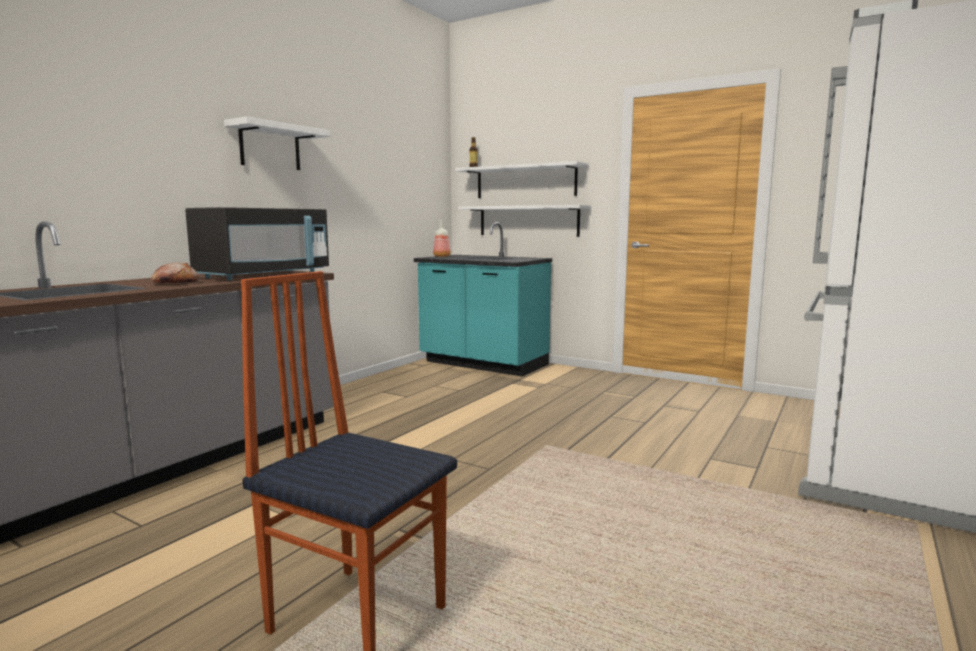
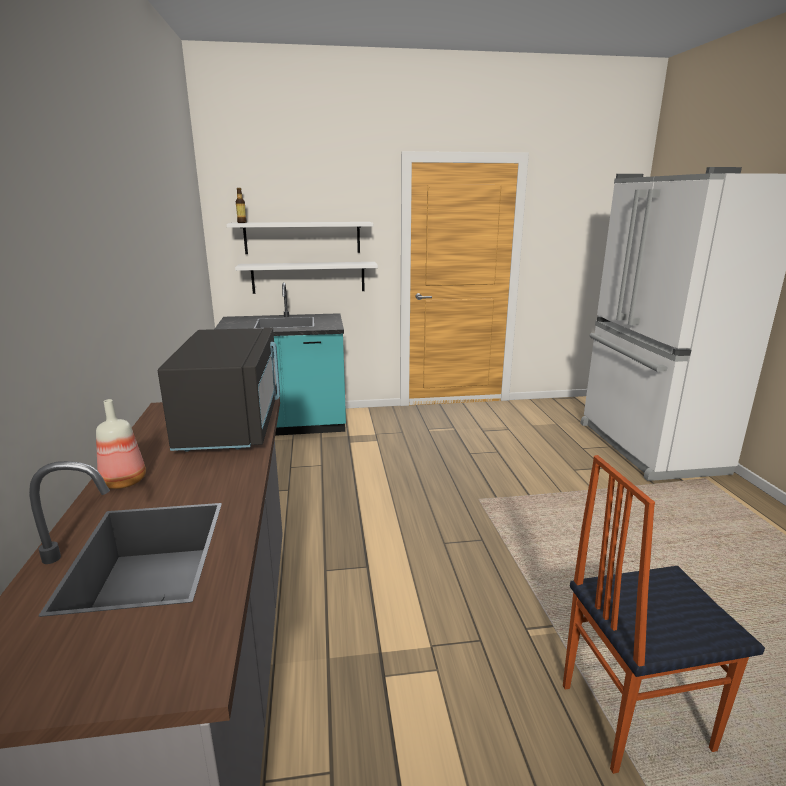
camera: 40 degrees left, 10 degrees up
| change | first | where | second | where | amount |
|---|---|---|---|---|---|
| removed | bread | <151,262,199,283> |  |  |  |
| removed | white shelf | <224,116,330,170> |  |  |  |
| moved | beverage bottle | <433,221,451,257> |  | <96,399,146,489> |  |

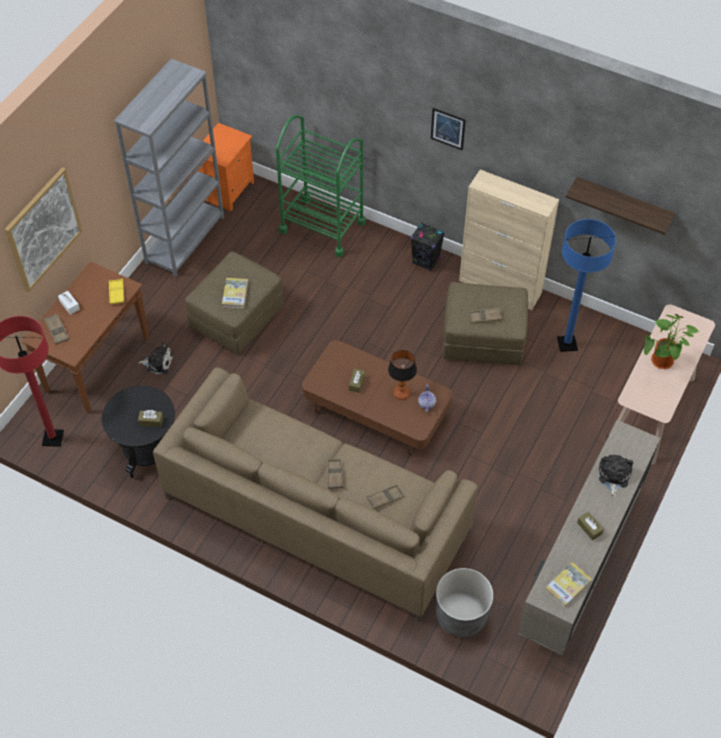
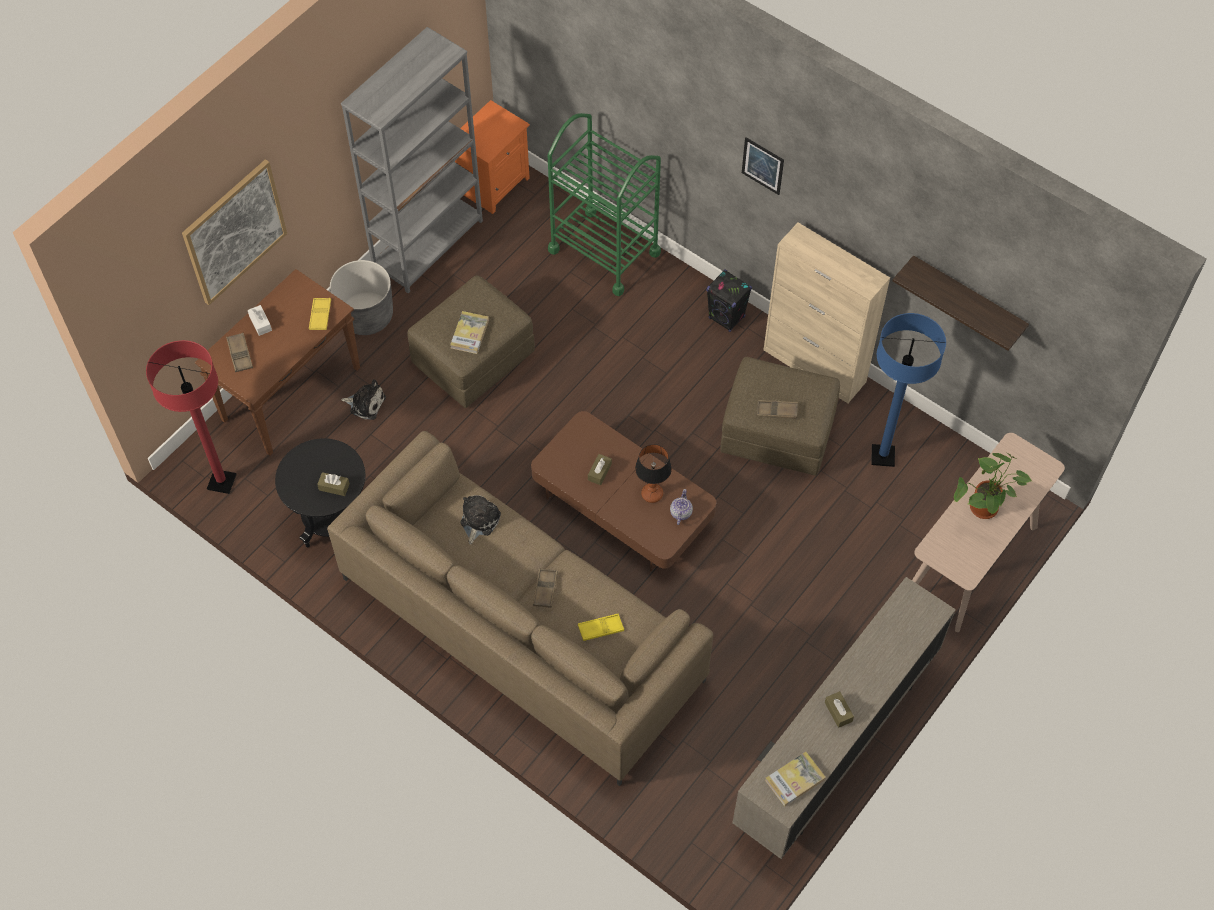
camera: 10 degrees right, 5 degrees up
| change | first | where | second | where | amount |
|---|---|---|---|---|---|
| recoloured | brownish serving tray | <367,484,404,509> | yellow-coloured serving tray | <578,614,624,641> |  |
| moved | grey plant pot | <436,568,493,637> |  | <330,260,393,335> |  |
| moved | plush toy | <599,454,633,497> |  | <460,495,501,545> |  |

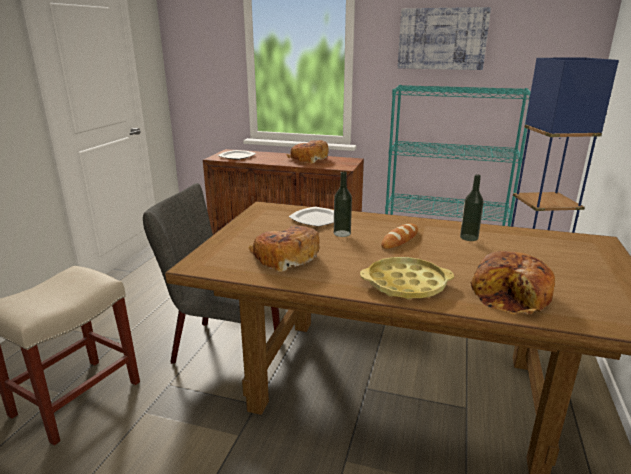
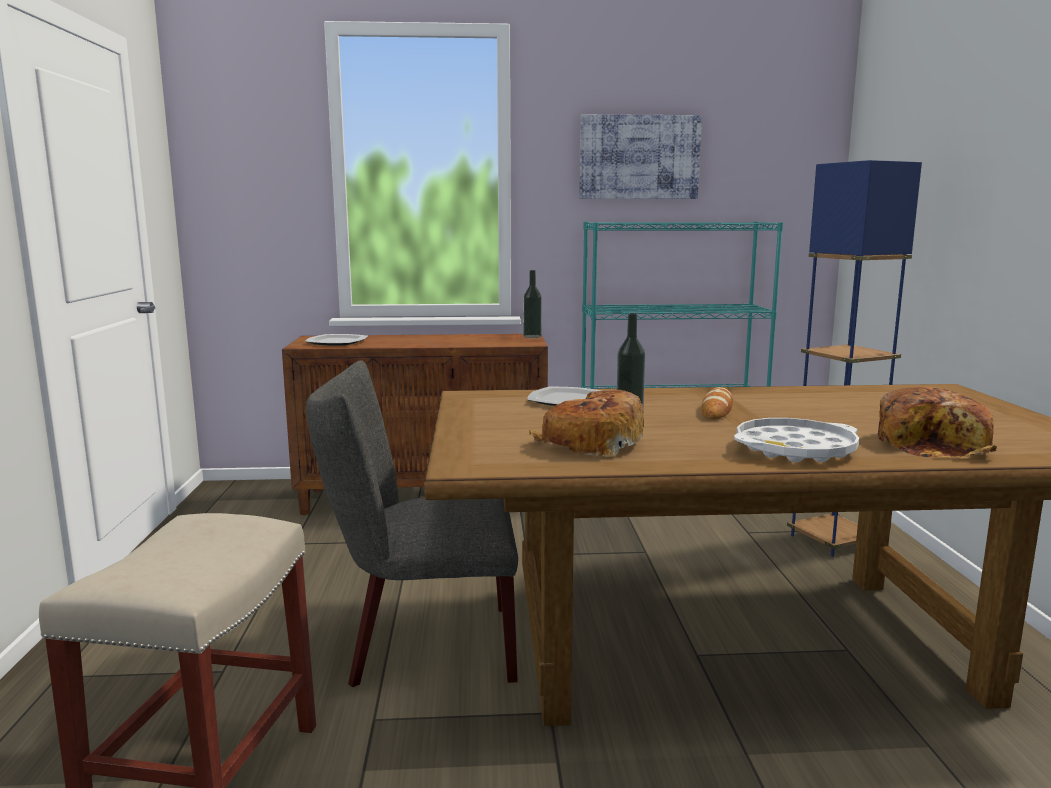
camera: 20 degrees left, 10 degrees down
| change | first | where | second | where | amount |
|---|---|---|---|---|---|
| removed | bread | <287,140,329,163> |  |  |  |
| recoloured | yellow-coloured serving tray | <360,257,454,299> | white serving tray | <734,418,859,463> |  |
| moved | beverage bottle | <460,174,484,241> |  | <523,270,542,338> |  |

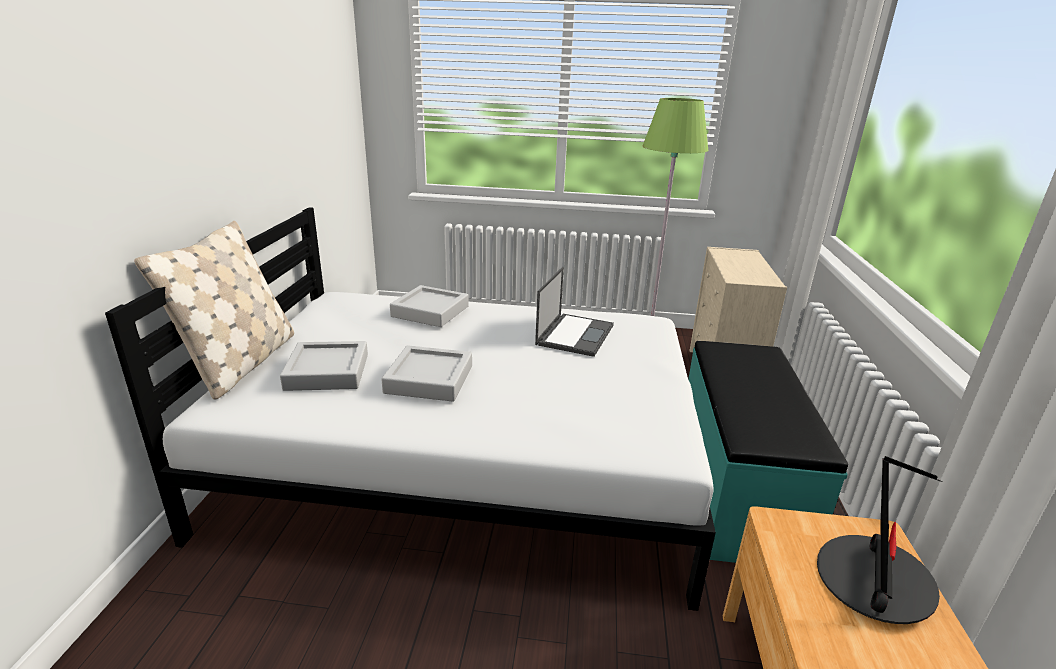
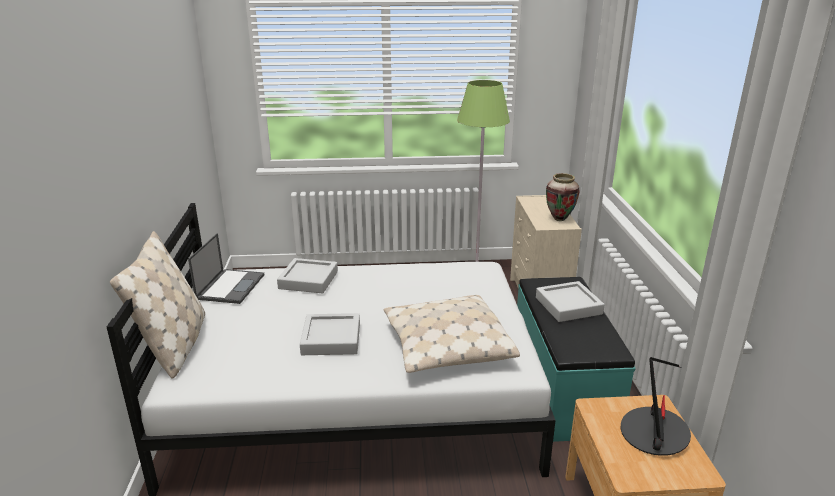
camera: 10 degrees left, 0 degrees up
| change | first | where | second | where | amount |
|---|---|---|---|---|---|
| moved | grey serving tray | <280,341,368,391> |  | <536,281,605,322> |  |
| moved | portable computer | <535,267,614,357> |  | <188,233,264,304> |  |
| added |  |  | beige-coloured cushion | <383,295,520,373> |  |
| added |  |  | flower vase | <546,173,580,221> |  |

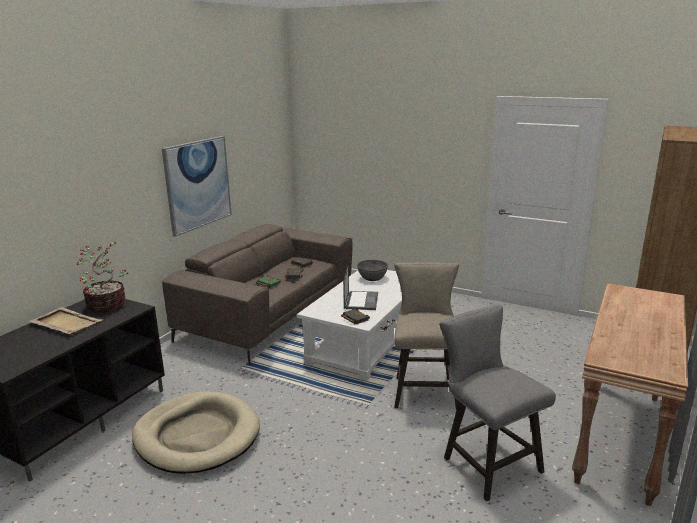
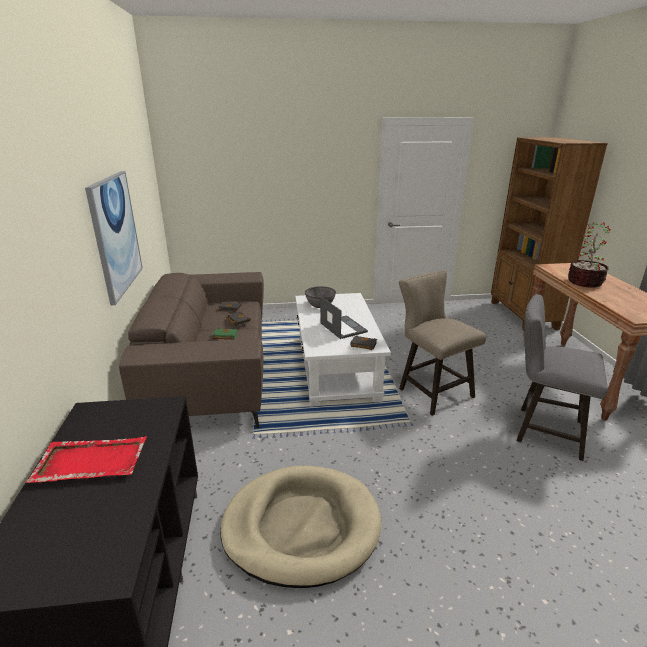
camera: 35 degrees left, 5 degrees up
| change | first | where | second | where | amount |
|---|---|---|---|---|---|
| recoloured | beige-coloured serving tray | <29,307,102,334> | reddish serving tray | <26,436,147,483> |  |
| moved | plant in a pot | <75,242,128,313> |  | <568,222,611,287> |  |

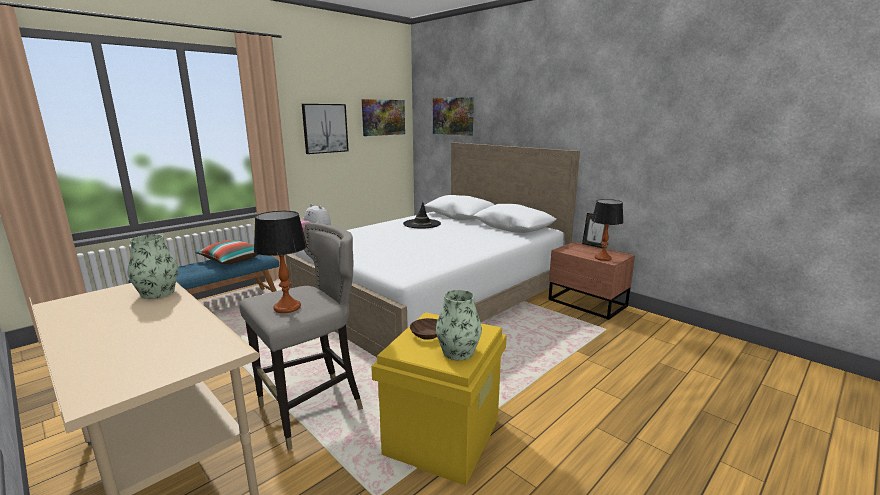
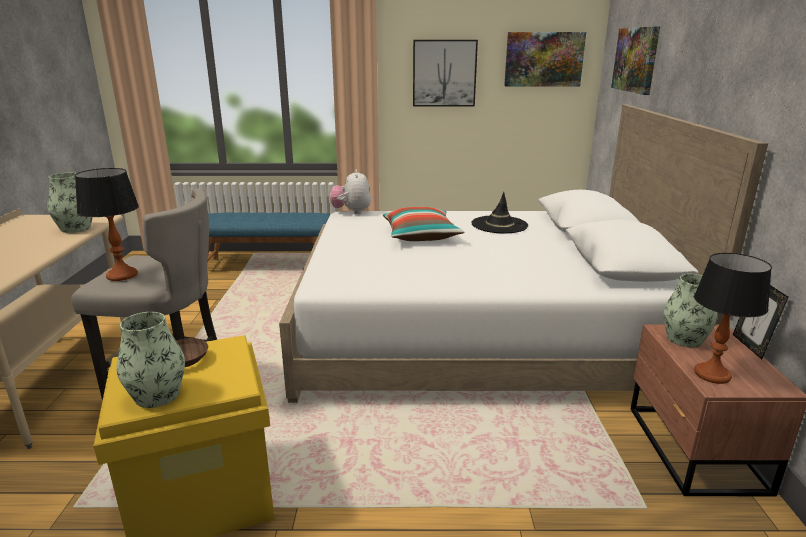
camera: 45 degrees right, 5 degrees up
| change | first | where | second | where | amount |
|---|---|---|---|---|---|
| moved | cushion | <195,240,259,264> |  | <383,207,464,241> |  |
| added |  |  | flower vase | <663,274,717,348> |  |

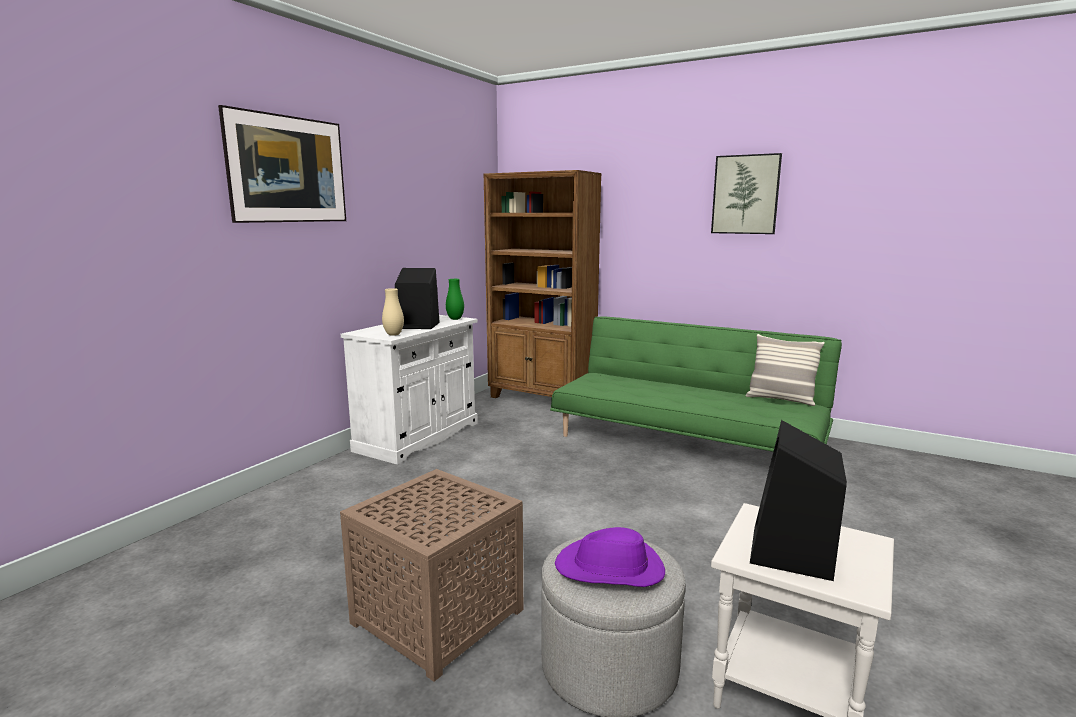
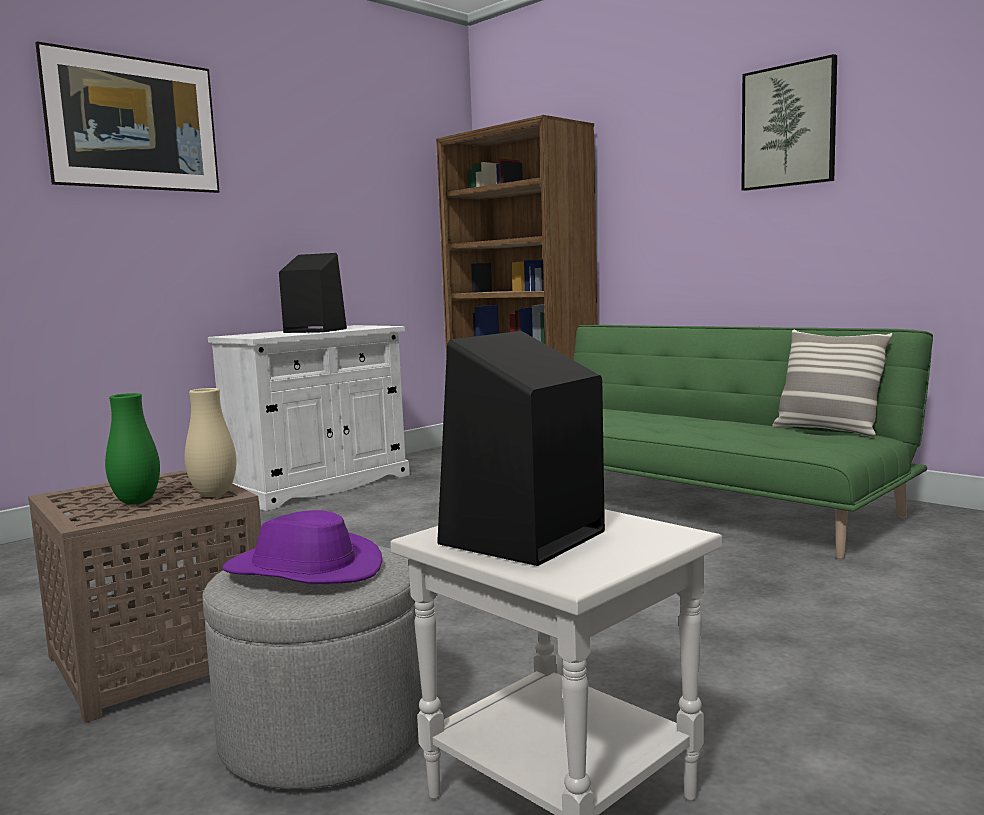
camera: 15 degrees right, 5 degrees down
| change | first | where | second | where | amount |
|---|---|---|---|---|---|
| moved | beige-coloured flower vase | <382,288,404,336> |  | <185,388,237,497> |  |
| moved | green flower vase | <446,279,464,320> |  | <105,393,160,504> |  |

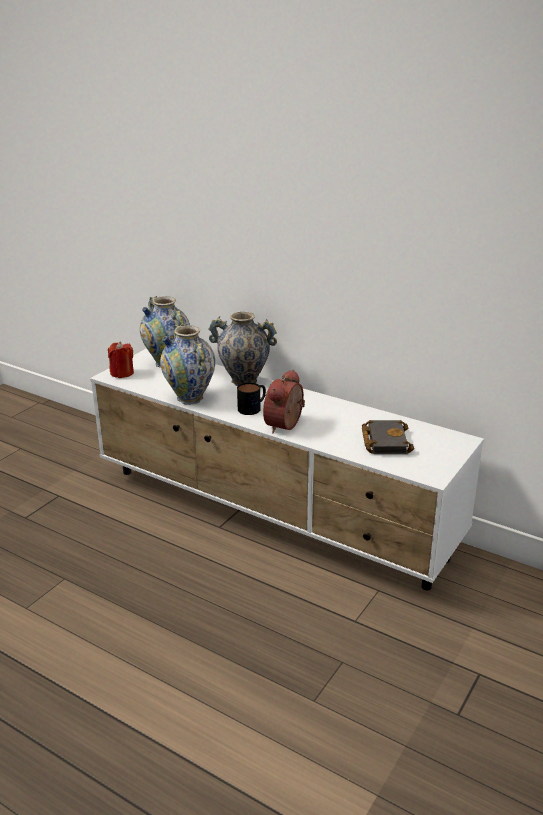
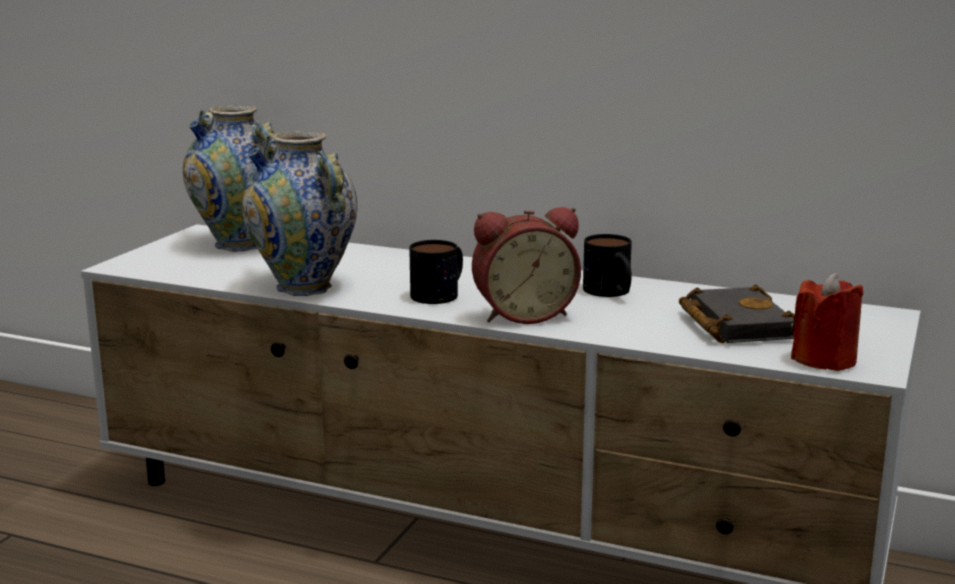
camera: 10 degrees left, 10 degrees down
| change | first | where | second | where | amount |
|---|---|---|---|---|---|
| moved | reddish candle | <108,341,134,378> |  | <791,273,863,371> |  |
| removed | flower vase | <208,311,277,386> |  |  |  |
| turned | alarm clock | <263,369,305,433> |  | <472,207,581,324> | 120 degrees counterclockwise |
| added |  |  | mug | <583,234,632,297> |  |

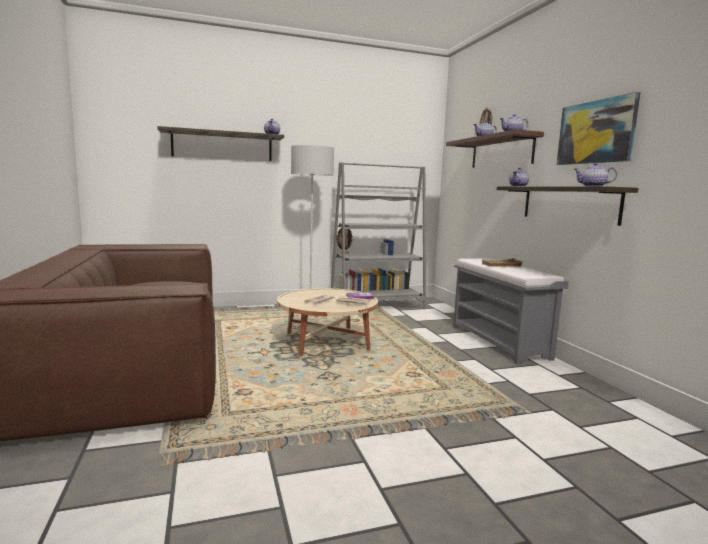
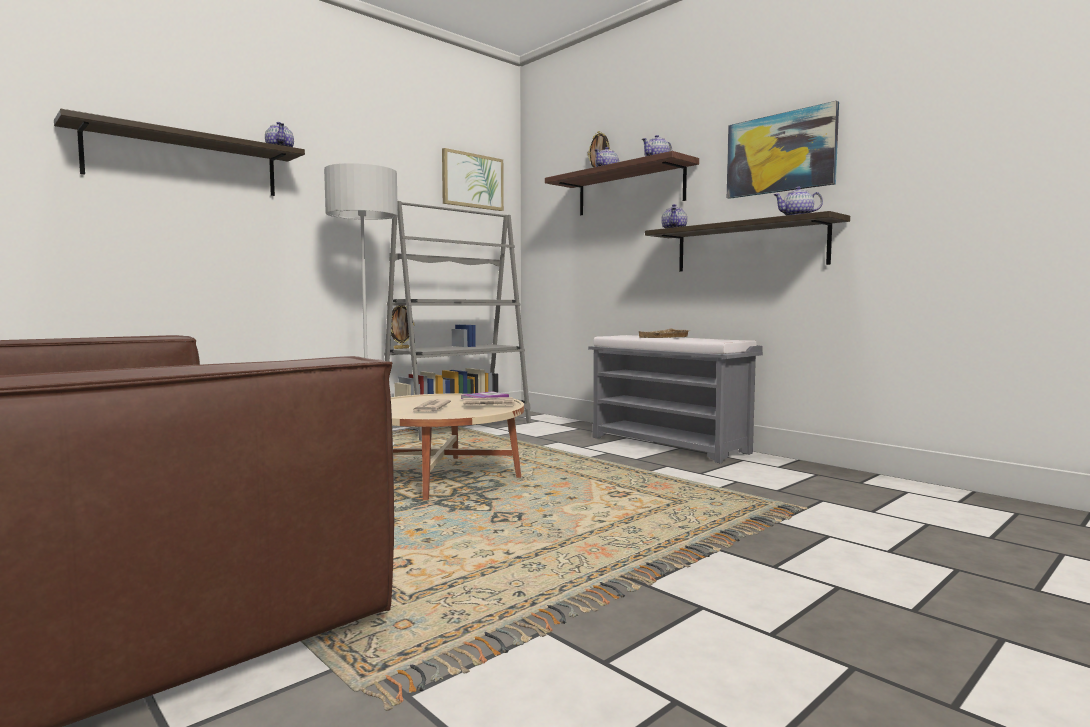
camera: 25 degrees left, 5 degrees down
| change | first | where | second | where | amount |
|---|---|---|---|---|---|
| added |  |  | wall art | <442,148,504,211> |  |

